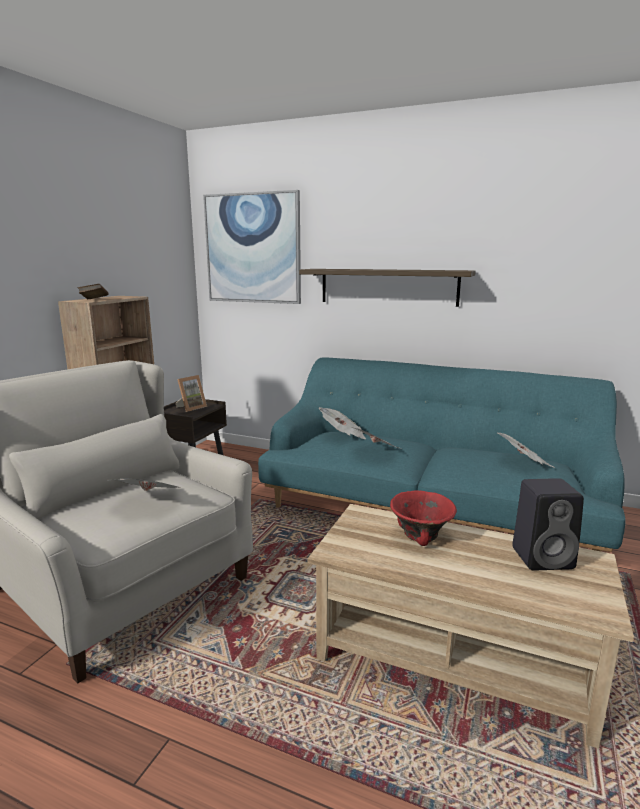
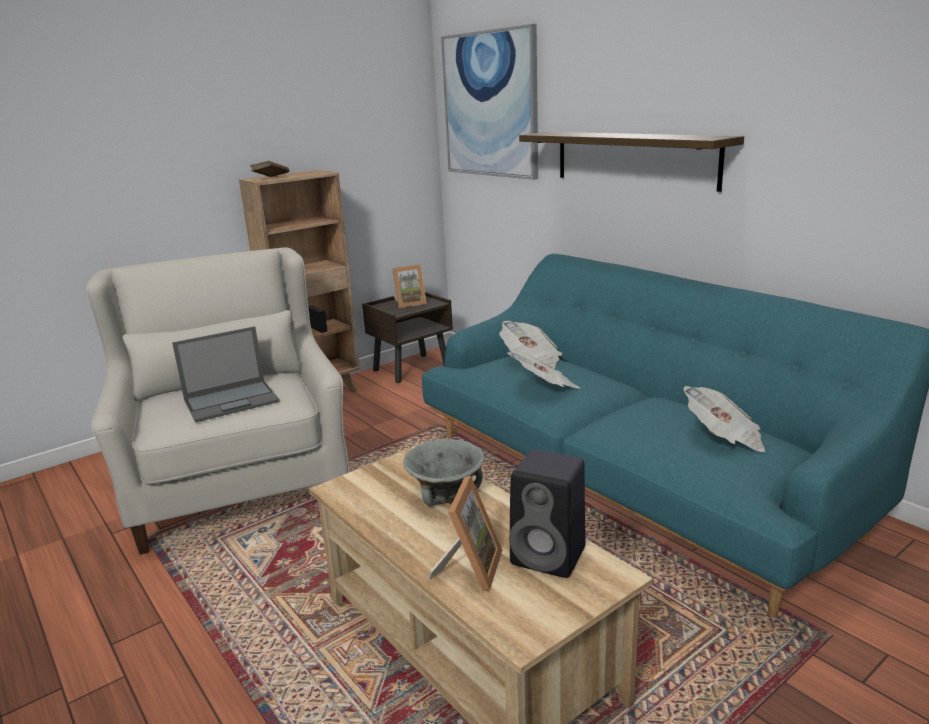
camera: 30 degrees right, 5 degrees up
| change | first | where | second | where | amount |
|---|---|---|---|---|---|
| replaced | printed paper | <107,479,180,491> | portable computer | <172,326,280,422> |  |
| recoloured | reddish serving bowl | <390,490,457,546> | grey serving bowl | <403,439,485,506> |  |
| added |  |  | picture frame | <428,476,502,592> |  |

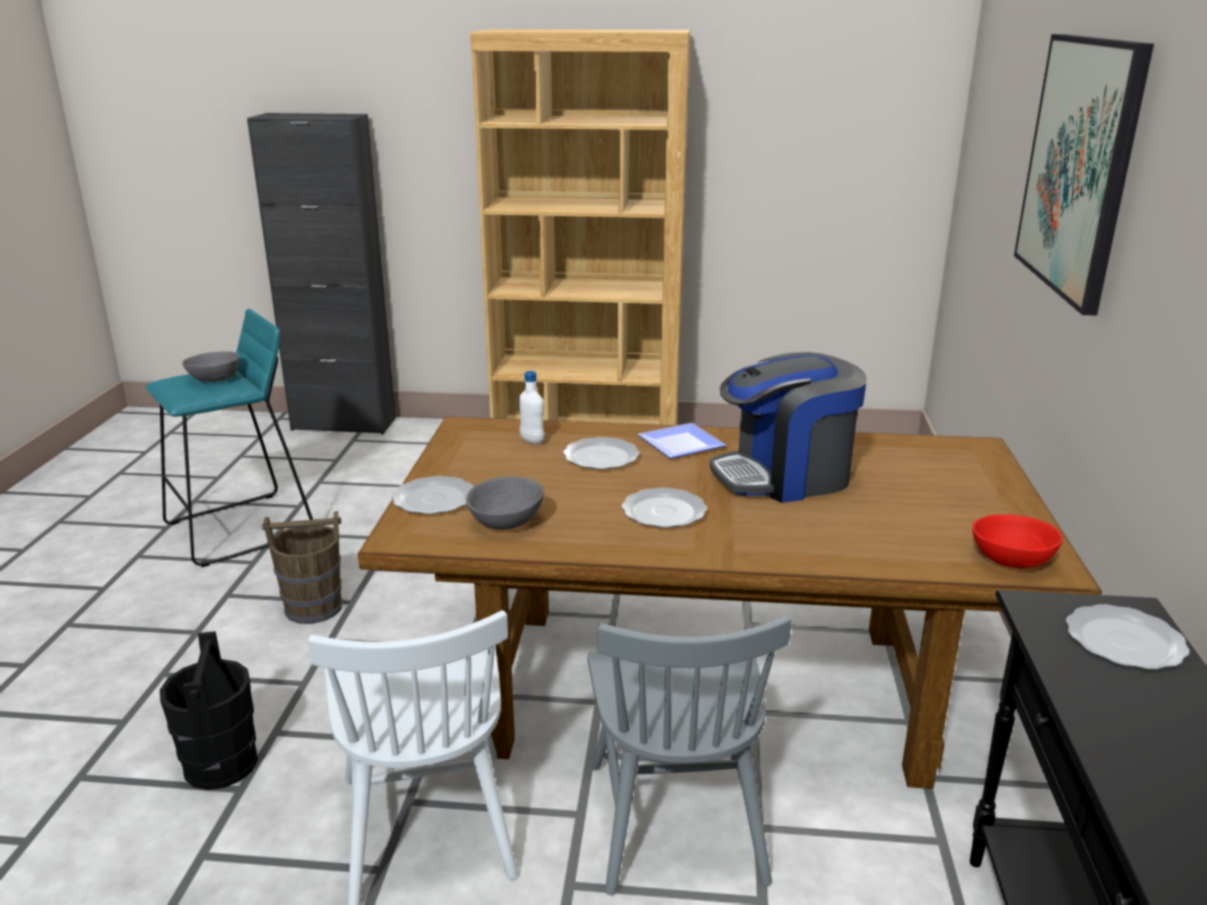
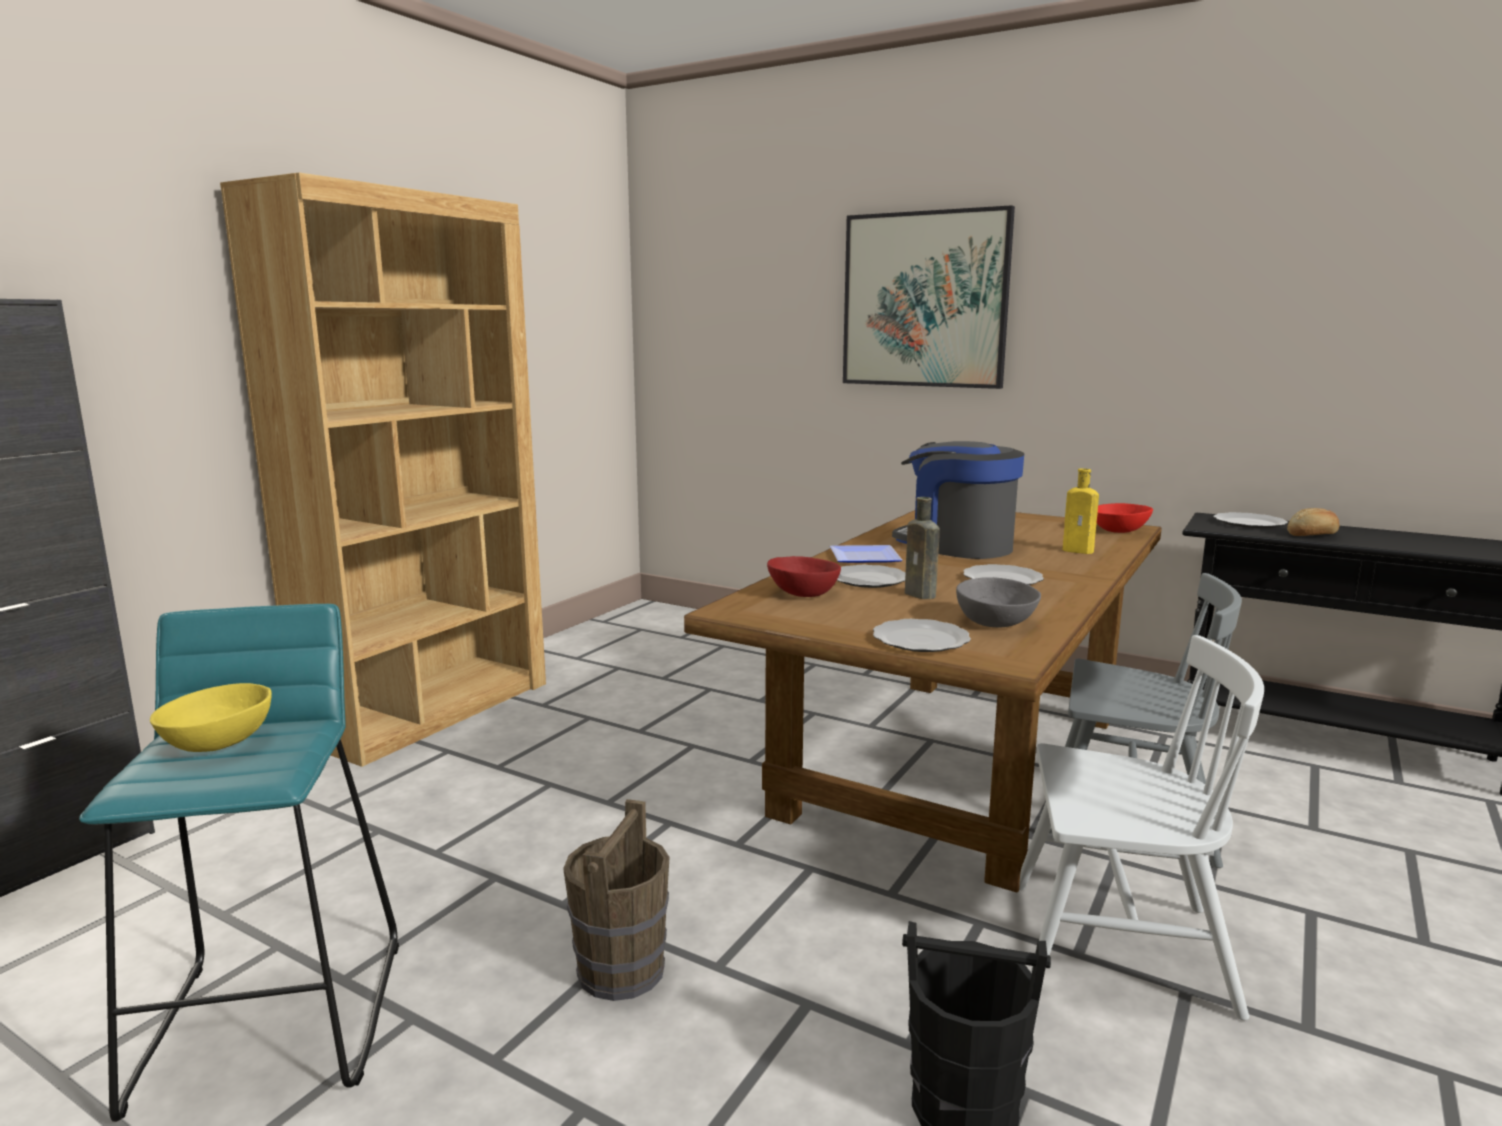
camera: 65 degrees left, 10 degrees down
| change | first | where | second | where | amount |
|---|---|---|---|---|---|
| recoloured | grey serving bowl | <182,351,240,382> | yellow-coloured serving bowl | <150,683,272,752> |  |
| replaced | white beverage bottle | <519,371,545,444> | reddish serving bowl | <767,556,841,597> |  |
| turned | coffee maker | <710,352,867,503> |  | <892,441,1024,559> | 120 degrees clockwise |
| added |  |  | brownish beverage bottle | <905,497,940,599> |  |
| added |  |  | yellow-coloured beverage bottle | <1063,468,1099,554> |  |
| added |  |  | bread | <1287,508,1340,536> |  |

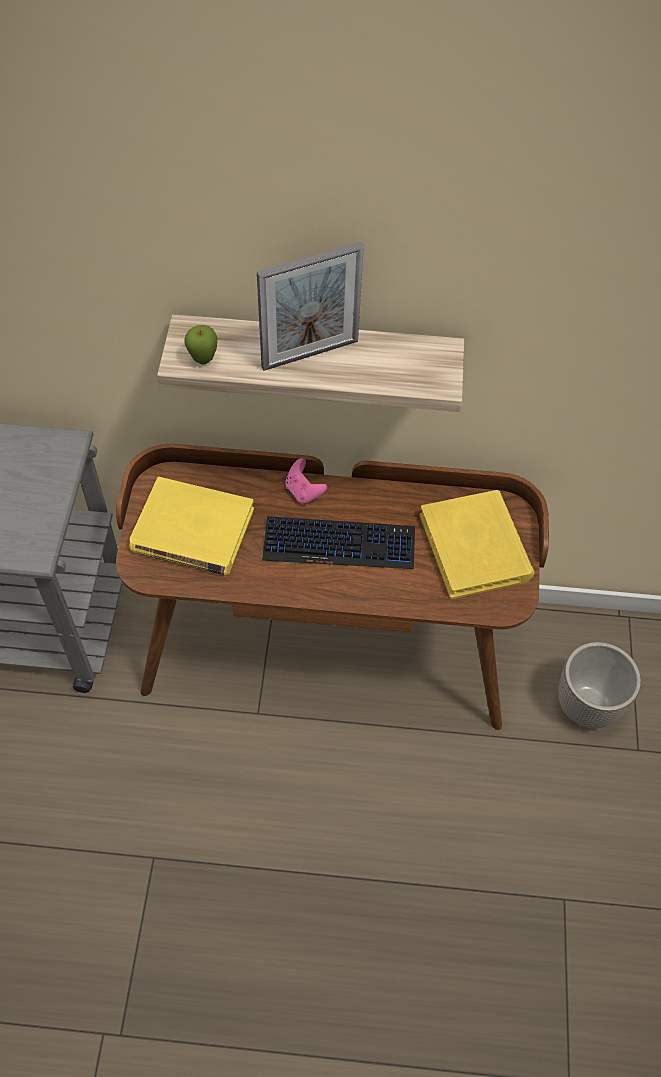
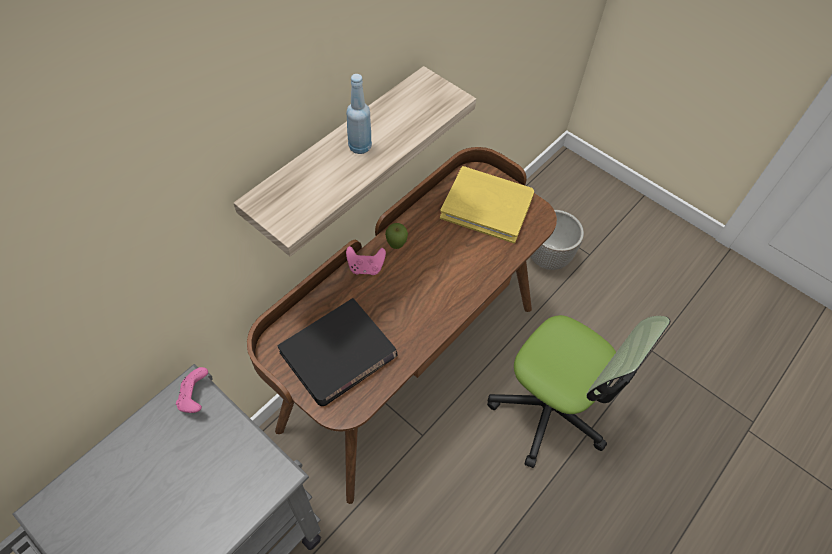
camera: 55 degrees left, 0 degrees up
| change | first | where | second | where | amount |
|---|---|---|---|---|---|
| recoloured | yellow-coloured book | <129,477,254,576> | black book | <278,298,397,406> |  |
| moved | apple | <185,325,217,365> |  | <385,223,408,249> |  |
| replaced | picture frame | <257,242,364,371> | blue-coloured beverage bottle | <346,74,372,154> |  |
| removed | keyboard | <262,516,415,569> |  |  |  |
| added |  |  | pink-coloured game controller | <176,367,208,413> |  |
| added |  |  | desk chair | <487,315,670,468> |  |

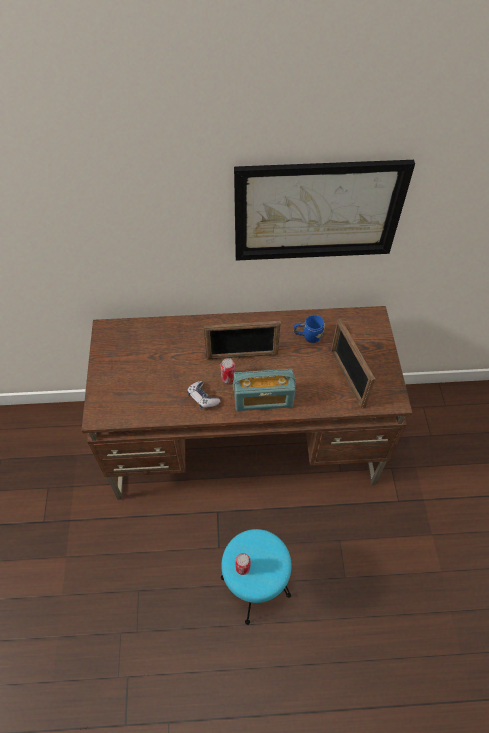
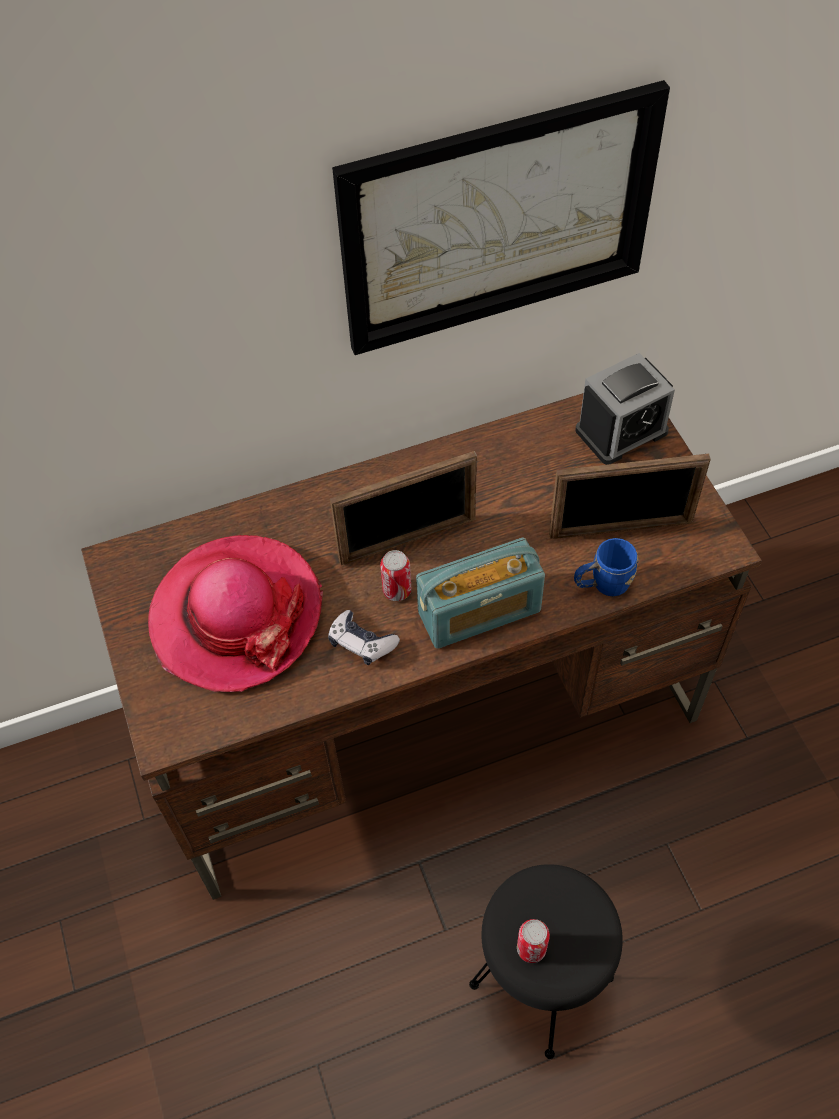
camera: 15 degrees left, 0 degrees up
| change | first | where | second | where | amount |
|---|---|---|---|---|---|
| recoloured | blue-green stool | <221,529,292,625> | black stool | <469,864,623,1059> |  |
| moved | blue-coloured mug | <294,315,325,343> |  | <574,538,639,596> |  |
| turned | picture frame | <331,318,375,409> |  | <549,454,711,539> | 60 degrees counterclockwise |
| added |  |  | wearable hat | <148,535,323,692> |  |
| added |  |  | alarm clock | <575,353,675,465> |  |

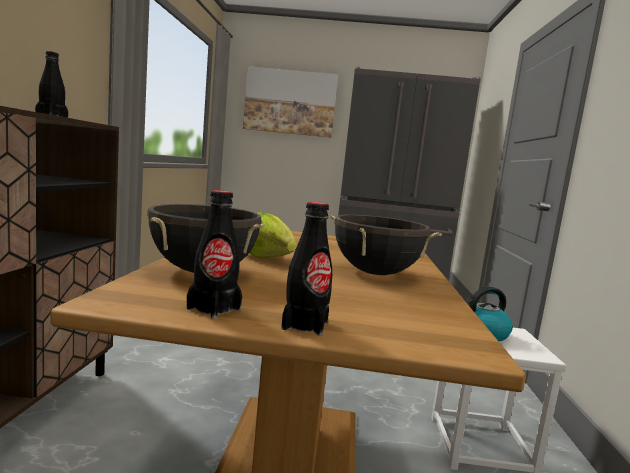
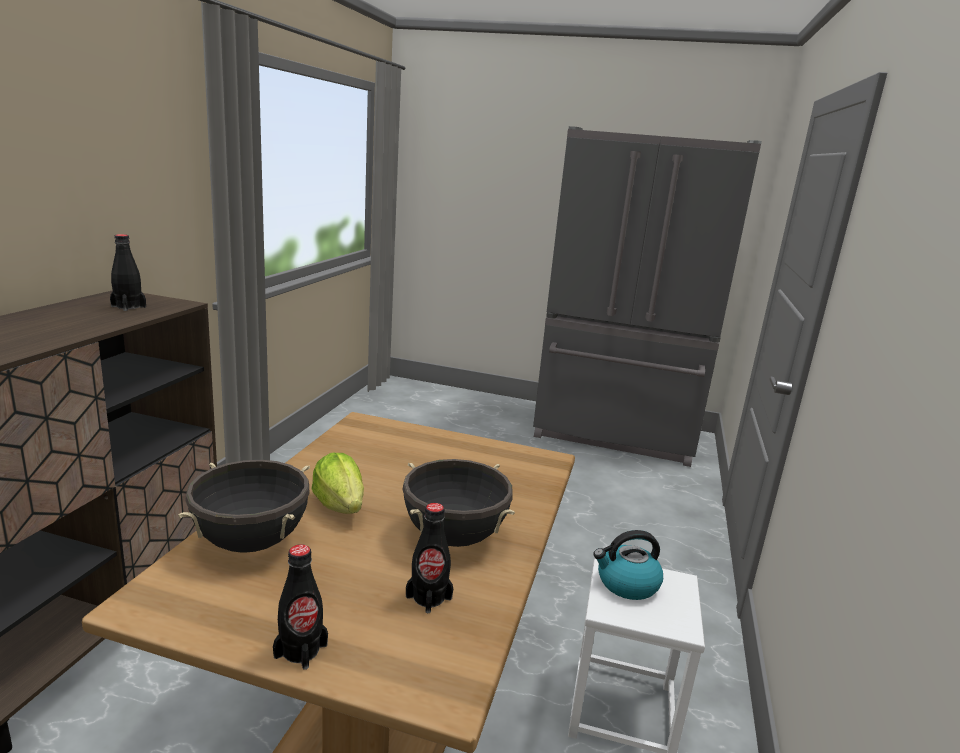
camera: 10 degrees right, 10 degrees up
| change | first | where | second | where | amount |
|---|---|---|---|---|---|
| moved | black beverage bottle | <187,190,242,319> |  | <406,503,453,613> |  |
| removed | wall art | <243,66,338,138> |  |  |  |

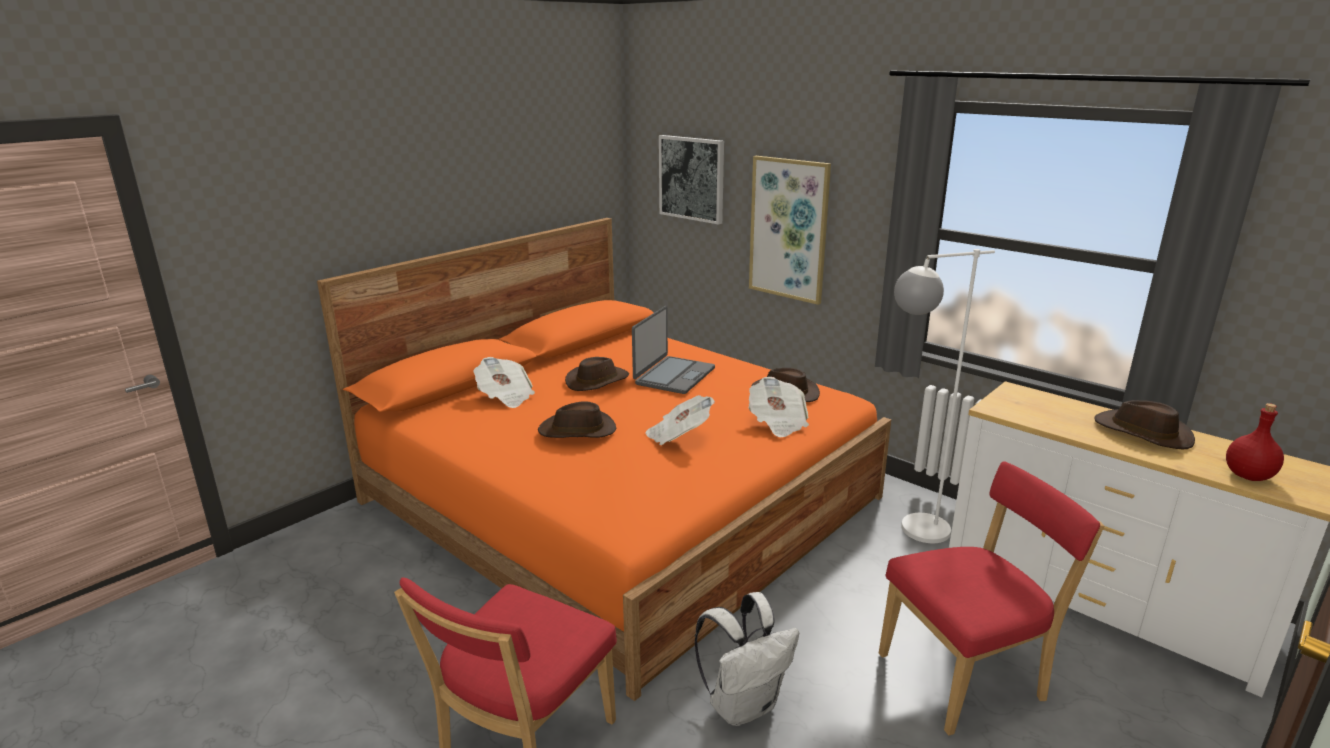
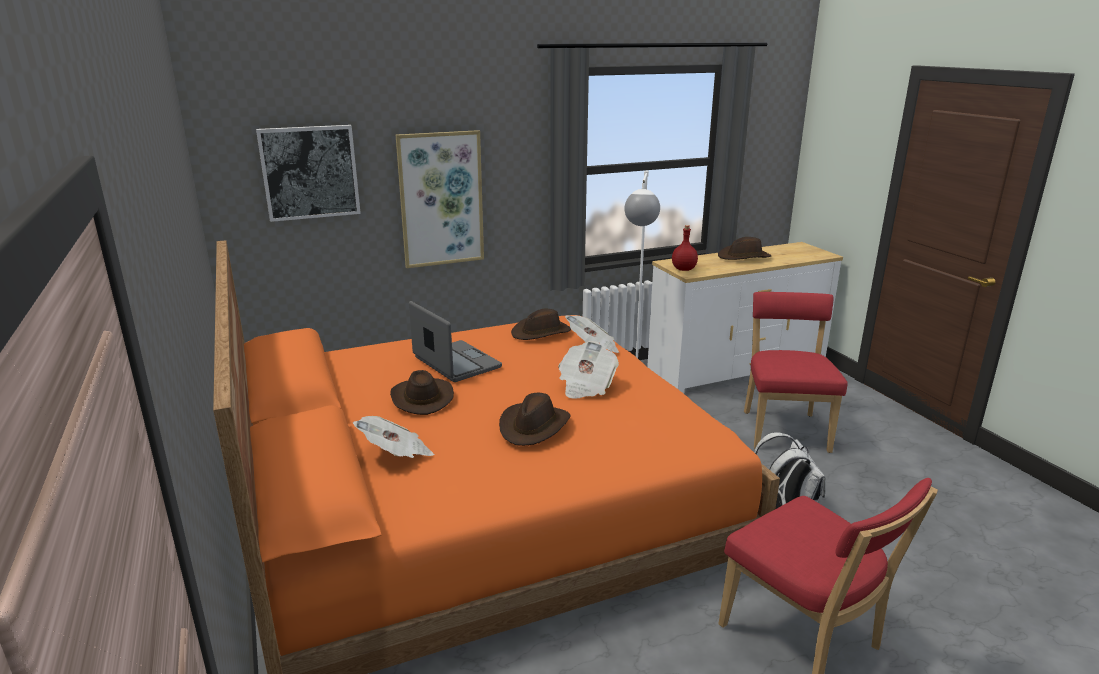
camera: 65 degrees left, 0 degrees up
| change | first | where | second | where | amount |
|---|---|---|---|---|---|
| moved | reddish beverage bottle | <1226,403,1284,481> |  | <672,225,698,271> |  |

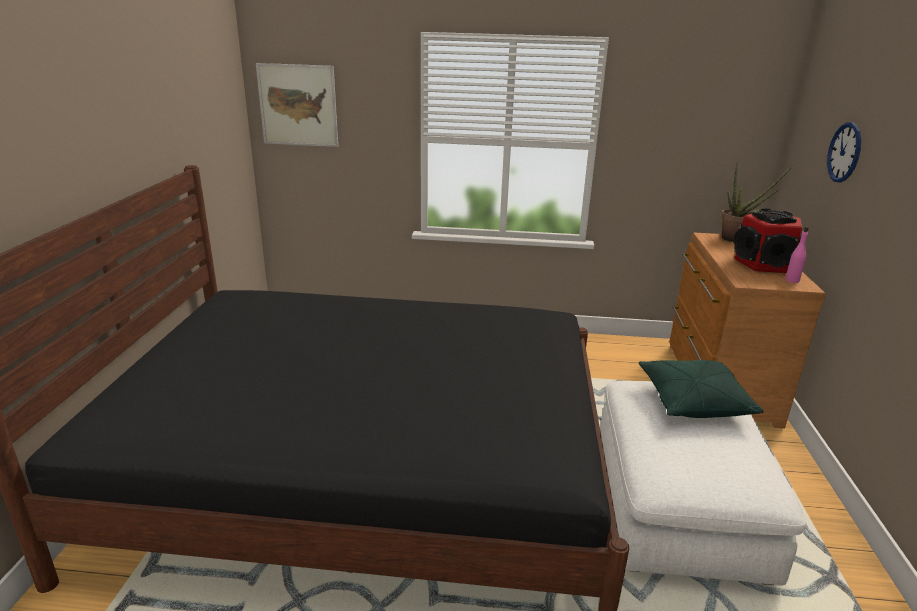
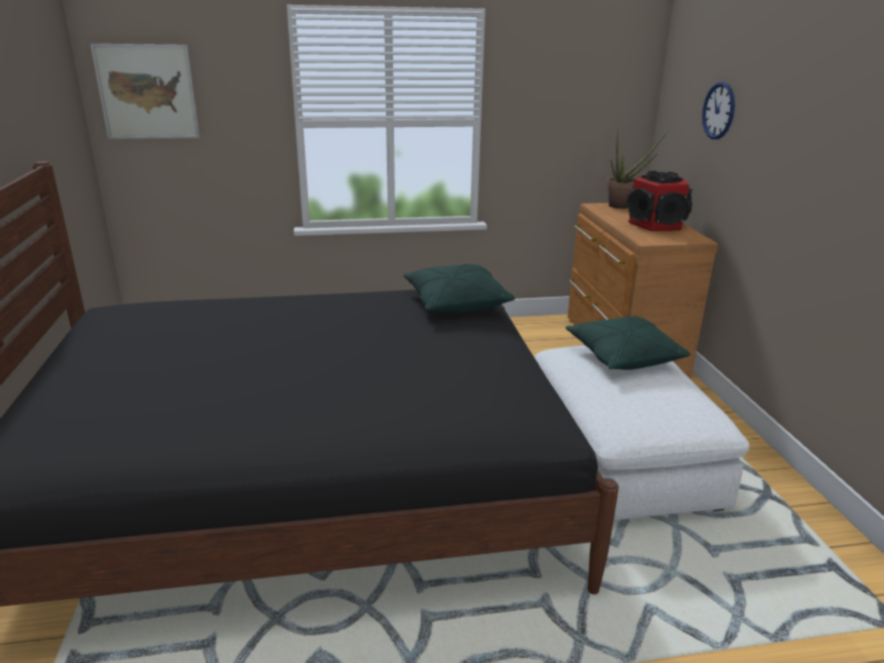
camera: 15 degrees left, 0 degrees up
| change | first | where | second | where | amount |
|---|---|---|---|---|---|
| removed | pink-coloured beverage bottle | <785,227,809,283> |  |  |  |
| added |  |  | green cushion | <403,264,515,313> |  |

